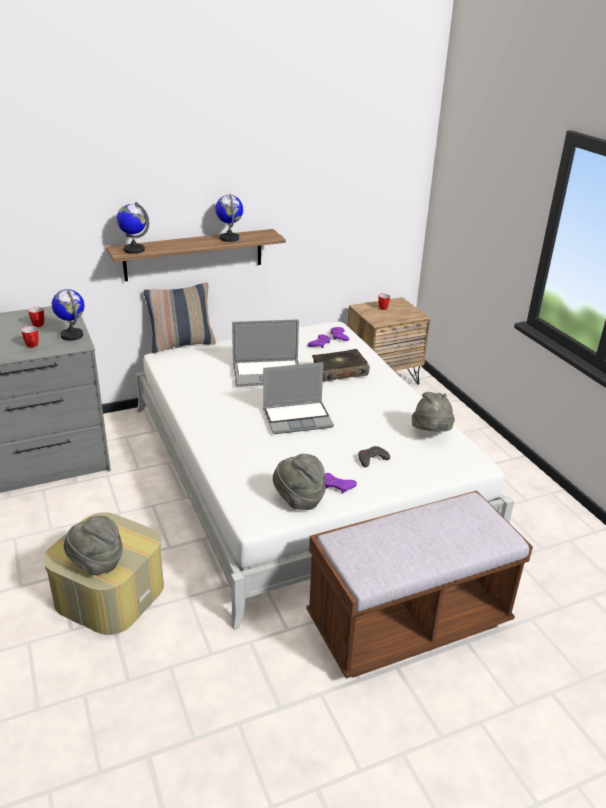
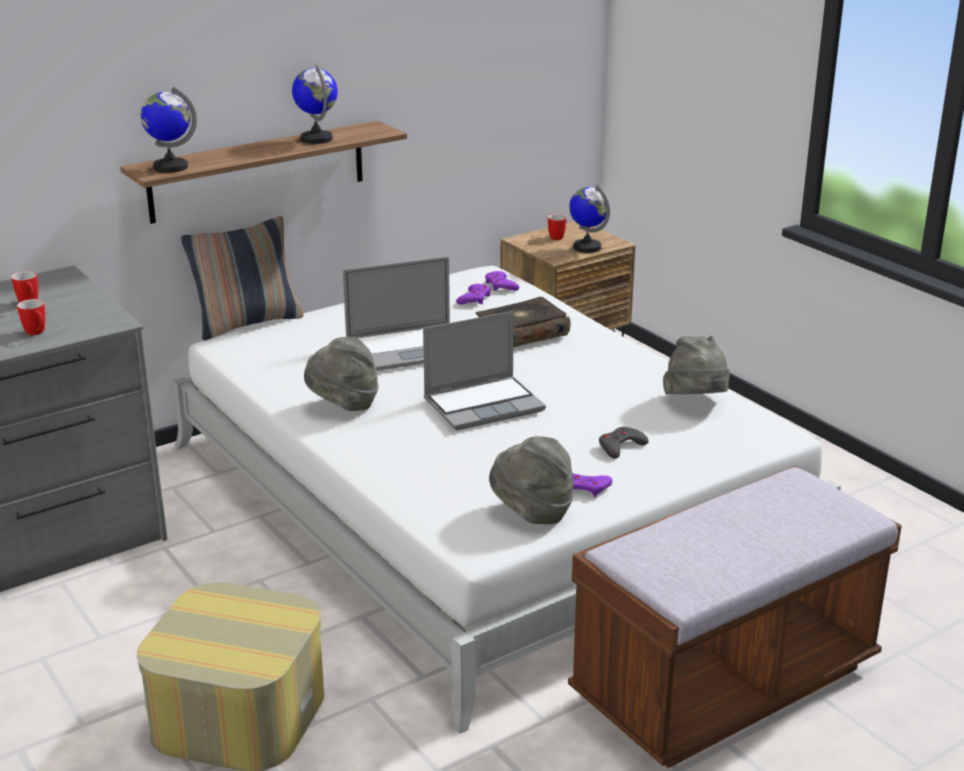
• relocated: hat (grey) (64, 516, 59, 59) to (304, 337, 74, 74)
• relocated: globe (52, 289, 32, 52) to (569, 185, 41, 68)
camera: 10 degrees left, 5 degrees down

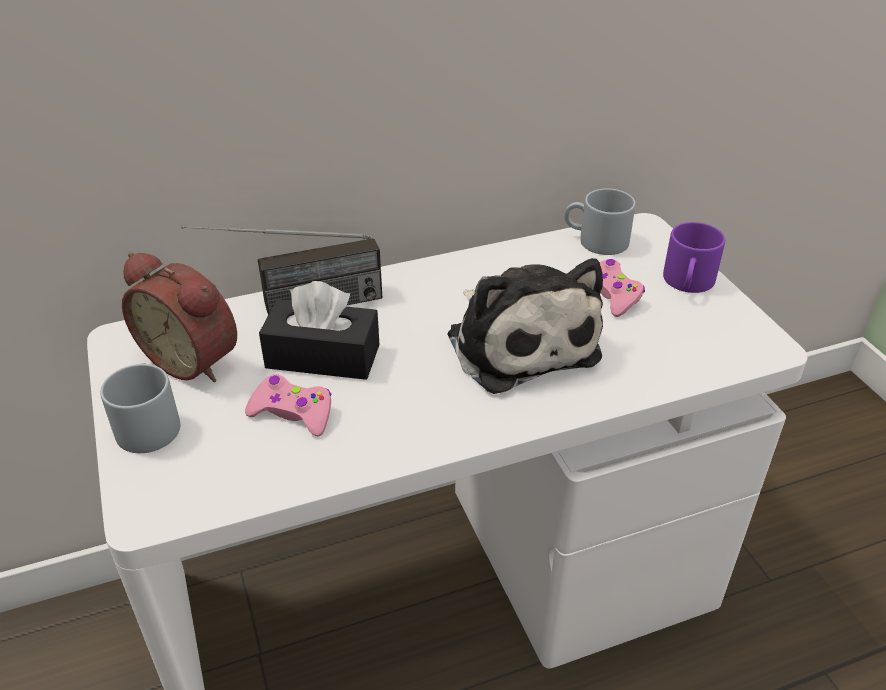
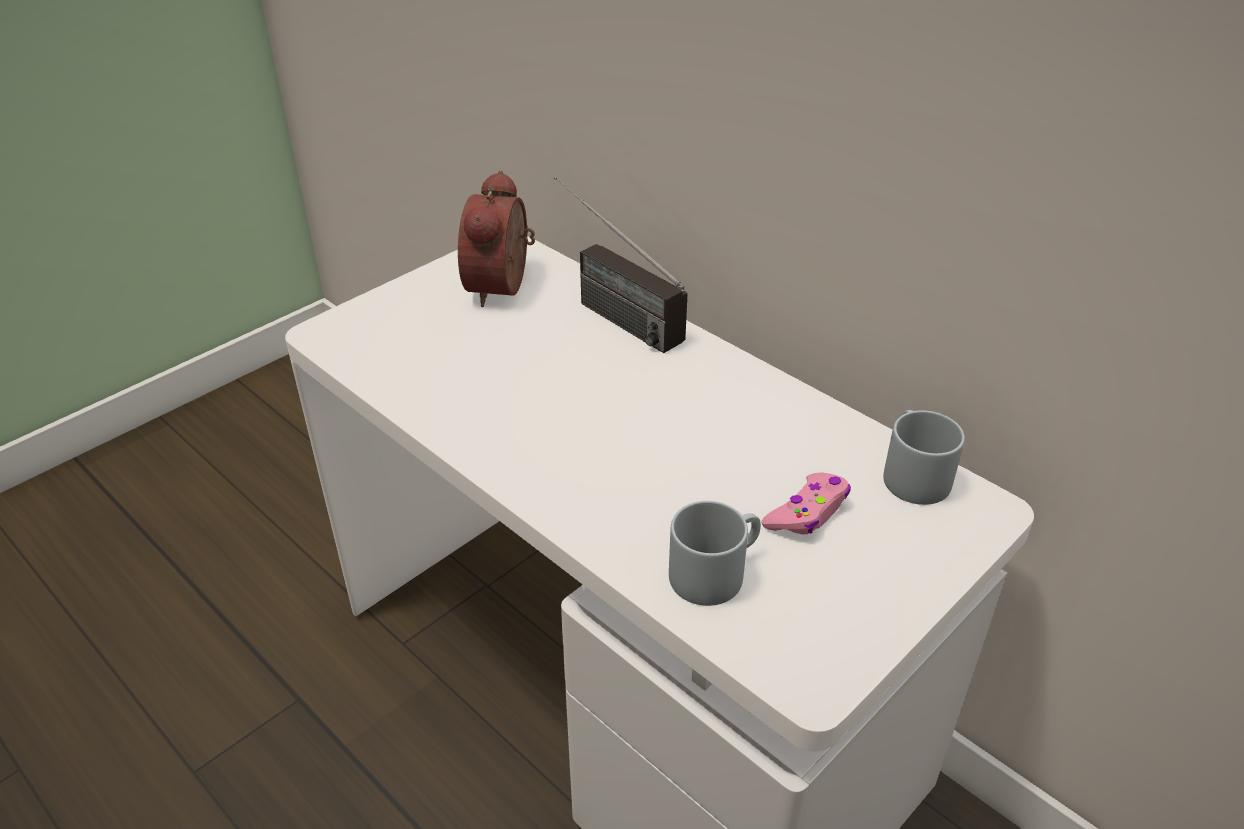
• relocated: mug (grey) (100, 363, 80, 90) to (669, 501, 92, 105)
• missing: game controller (pink) (245, 374, 87, 63)
• missing: tissue box (black) (259, 281, 120, 99)
• missing: plush toy (447, 258, 156, 136)
• missing: mug (purple) (663, 222, 62, 71)
camera: 65 degrees right, 0 degrees up

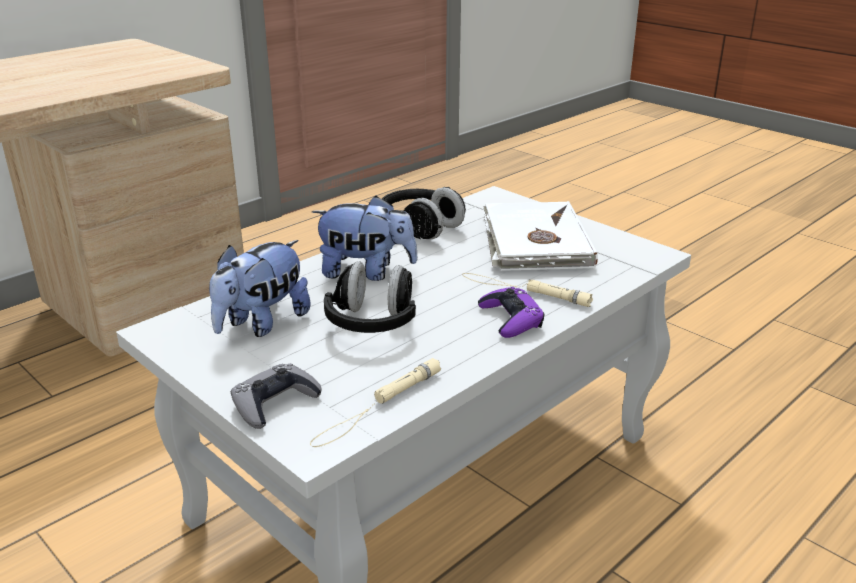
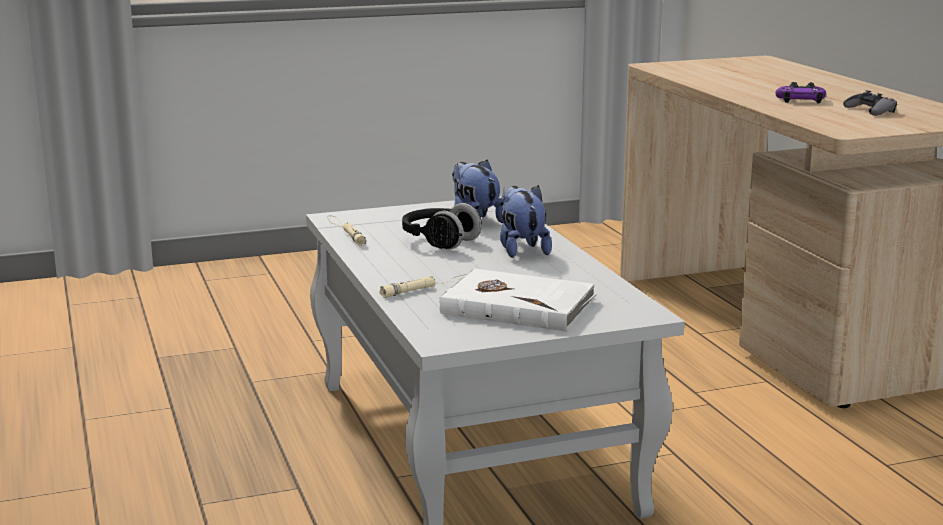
• spun: plush toy (312, 196, 106, 85) = (500, 185, 52, 73) 135 degrees clockwise
• relocated: game controller (purple) (478, 287, 66, 51) to (775, 82, 51, 22)
• relocated: game controller (grey) (231, 364, 91, 65) to (843, 90, 54, 26)
• missing: headphones (black) (382, 187, 84, 52)
camera: 115 degrees right, 10 degrees down

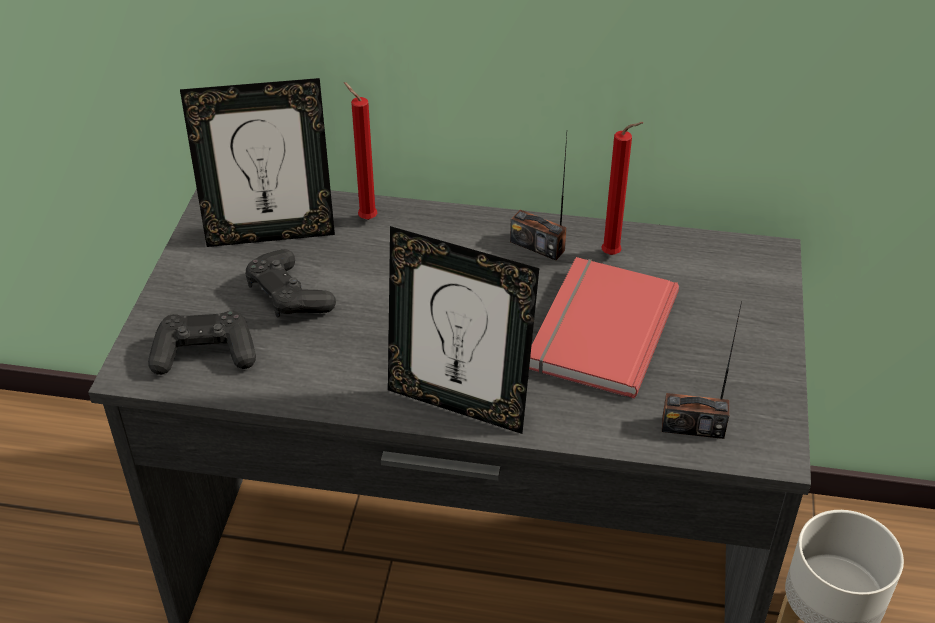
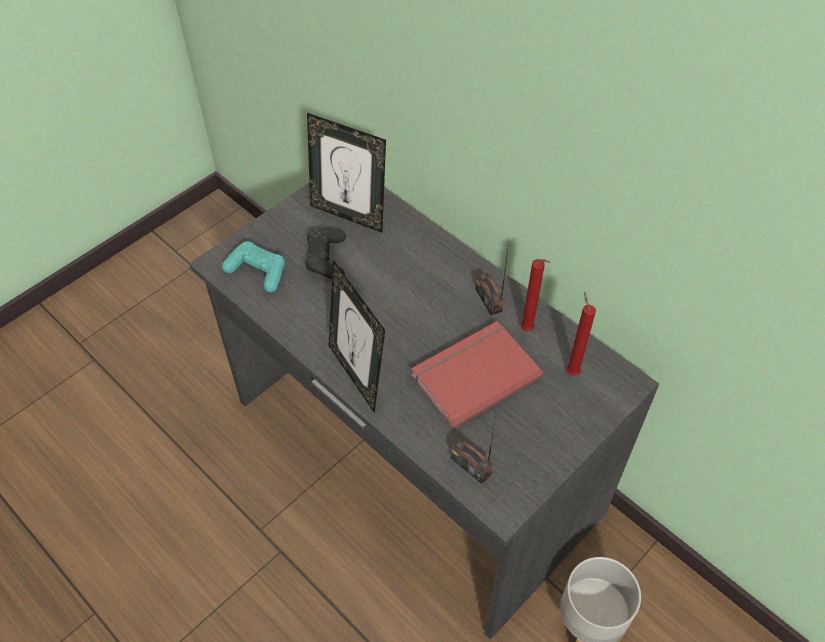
• colour: game controller (black) (148, 311, 108, 64) to game controller (turquoise) (222, 241, 63, 52)
• relocated: candle (red) (344, 82, 34, 138) to (566, 292, 30, 84)
camera: 35 degrees right, 10 degrees up

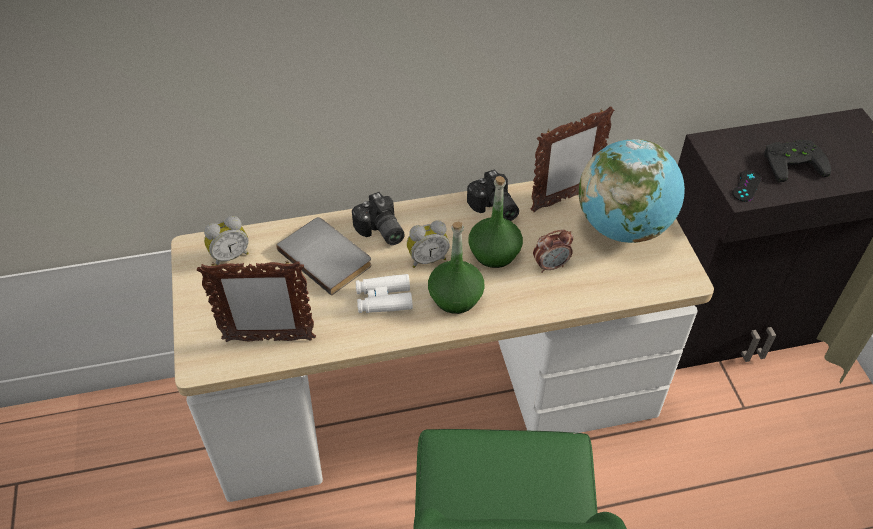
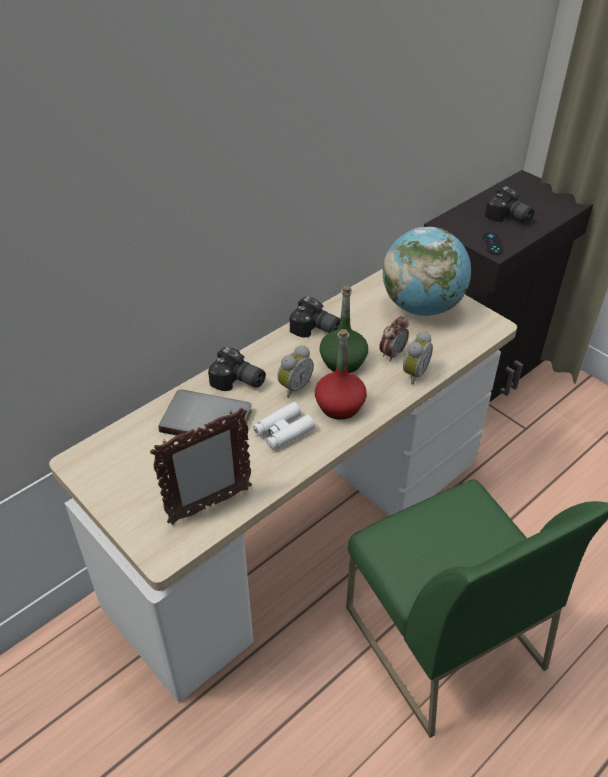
• colour: bottle (green) (428, 222, 57, 92) to bottle (red) (315, 329, 52, 91)
• relocated: alarm clock (204, 216, 45, 49) to (403, 331, 30, 54)
• exchanged: game controller (black) (765, 140, 66, 42) to photo camera (485, 186, 49, 37)
• missing: picture frame (530, 107, 84, 105)
camera: 30 degrees left, 5 degrees down

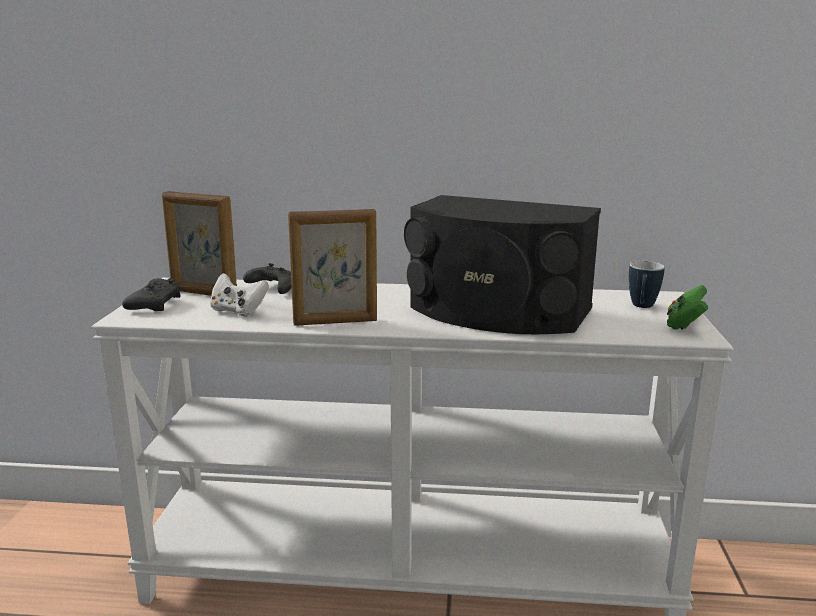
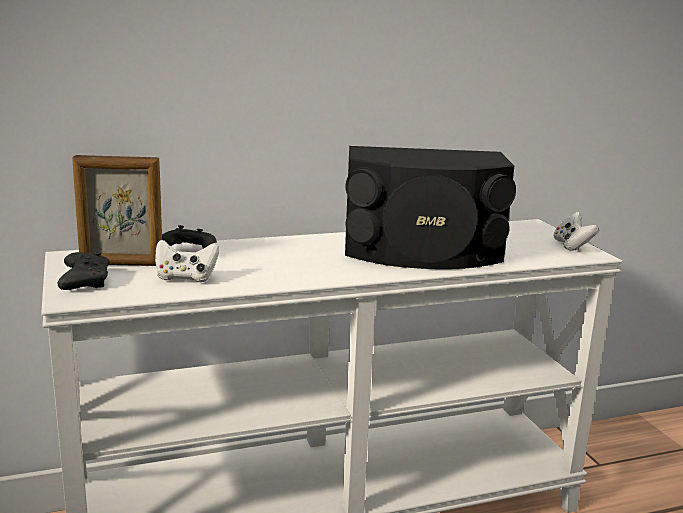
• colour: game controller (green) (667, 285, 41, 45) to game controller (white) (554, 212, 45, 39)
• missing: picture frame (288, 209, 89, 117)
• missing: mug (629, 261, 36, 47)
camera: 25 degrees left, 0 degrees up

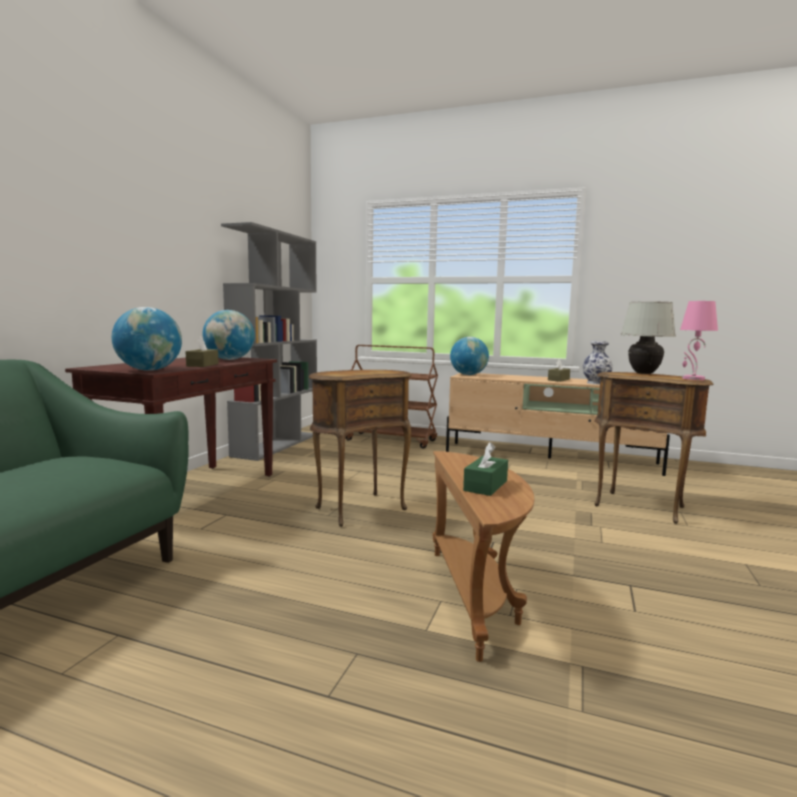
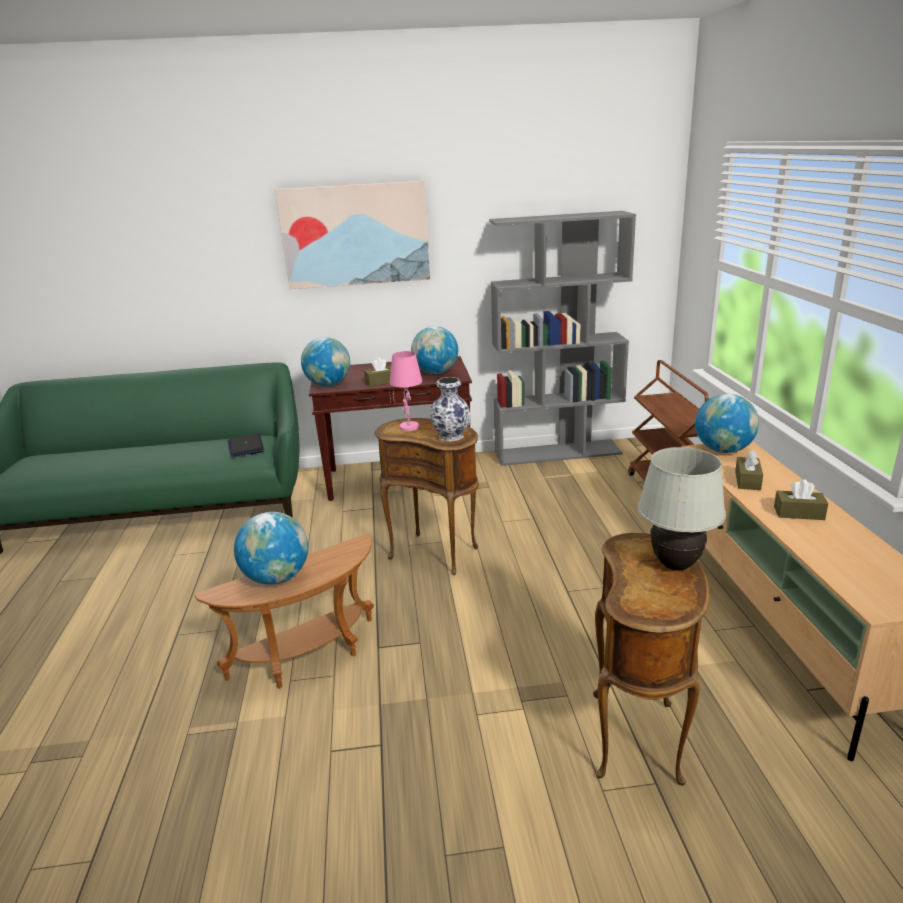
• appeared: laptop (228, 433, 36, 24)
• exchanged: tissue box (green) (463, 442, 45, 54) to globe (234, 512, 74, 73)
• appeared: picture (275, 181, 155, 108)
• relocated: table lamp (pink) (680, 301, 38, 79) to (390, 351, 32, 80)
• relocated: vase (583, 341, 30, 44) to (430, 377, 41, 65)
• appeared: tissue box (brown) (735, 450, 28, 40)
camera: 65 degrees right, 15 degrees up

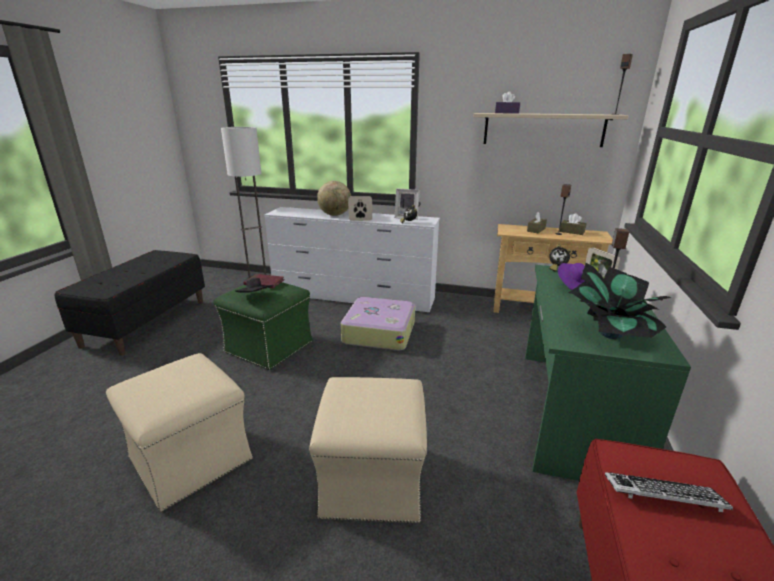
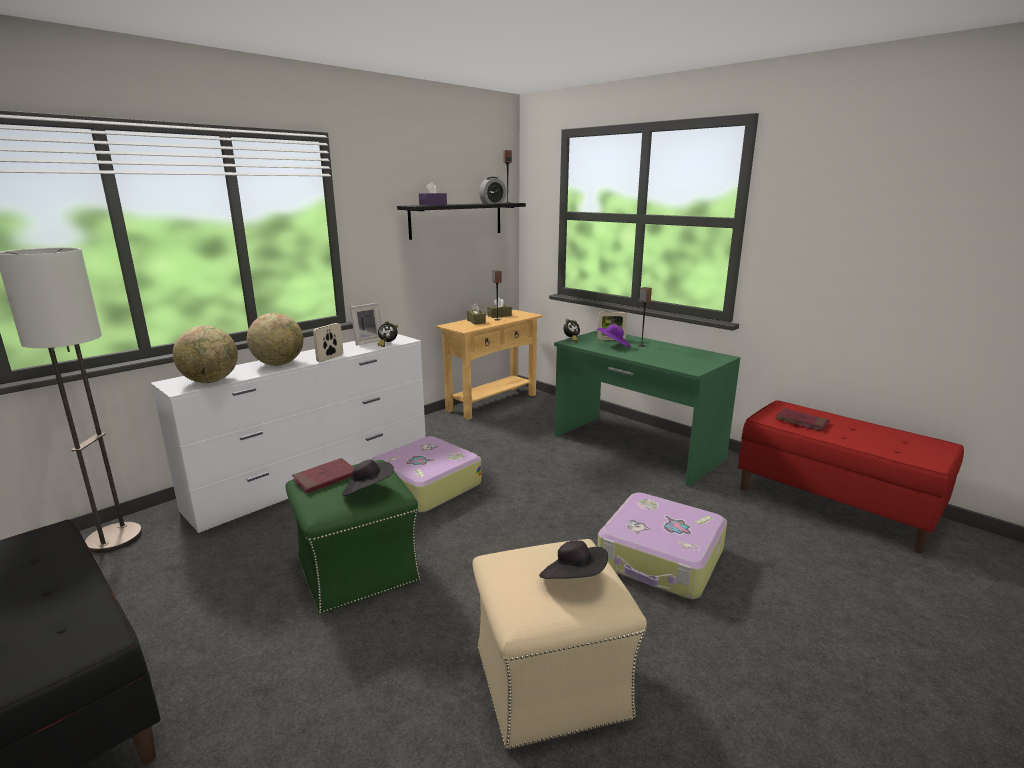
• appeared: globe (173, 325, 65, 58)
• colour: shelf (beige) (473, 113, 155, 34) to shelf (black) (397, 203, 129, 37)
• appeared: alarm clock (479, 177, 27, 27)
• appeared: hat (black) (539, 540, 69, 39)
• exchanged: ottoman (beige) (309, 377, 118, 146) to suitcase (597, 493, 130, 106)
• exchanged: keyboard (605, 472, 128, 40) to book (red) (775, 408, 54, 23)
• missing: potted plant (568, 263, 104, 77)
camera: 60 degrees left, 5 degrees down

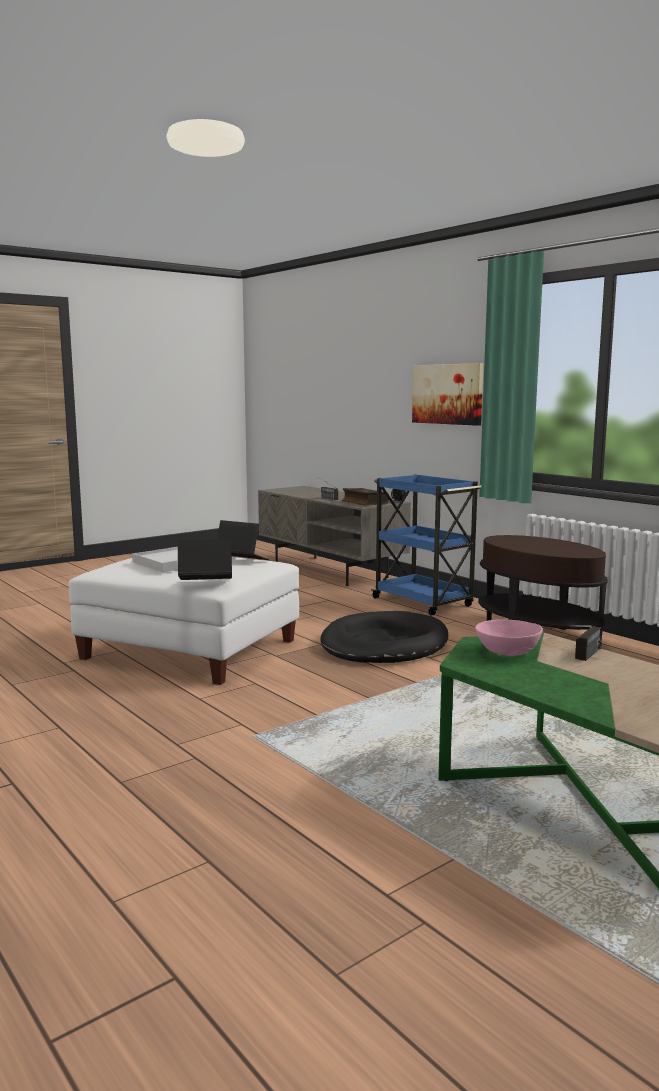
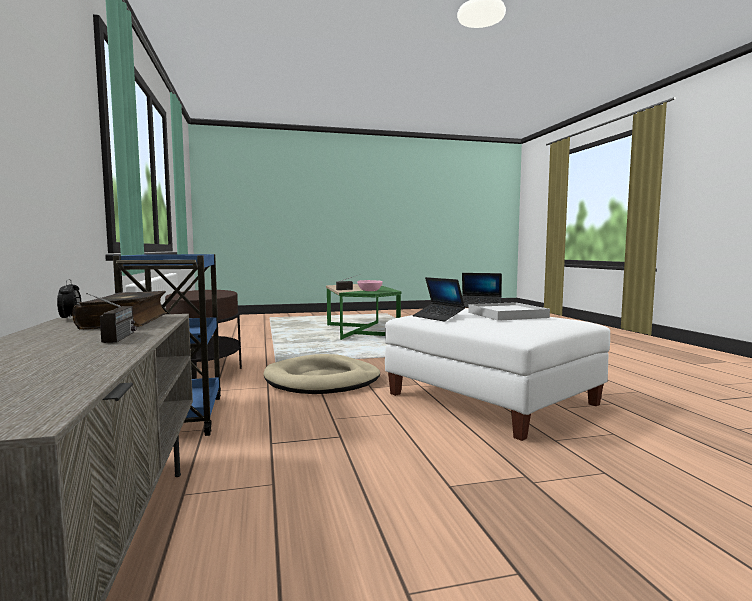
• colour: dog bed (black) (320, 611, 128, 52) to dog bed (beige) (264, 354, 116, 40)
• missing: picture (412, 363, 71, 63)
camera: 155 degrees left, 5 degrees down

